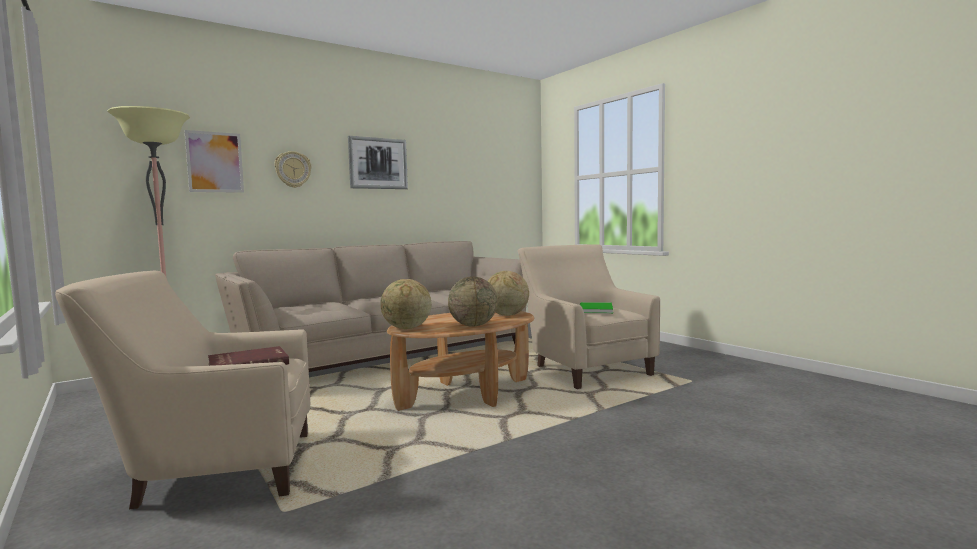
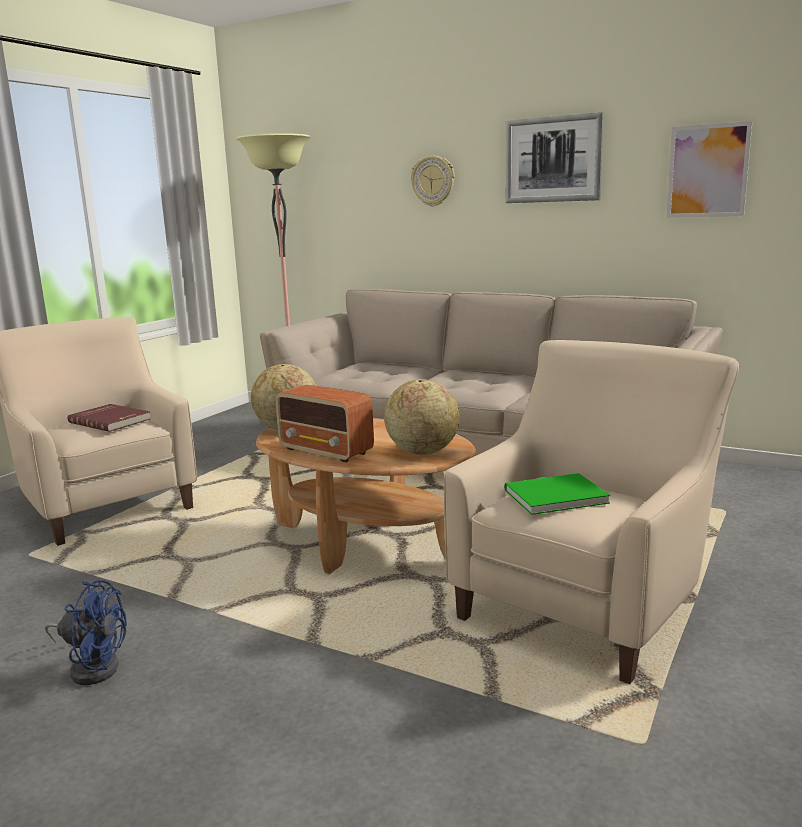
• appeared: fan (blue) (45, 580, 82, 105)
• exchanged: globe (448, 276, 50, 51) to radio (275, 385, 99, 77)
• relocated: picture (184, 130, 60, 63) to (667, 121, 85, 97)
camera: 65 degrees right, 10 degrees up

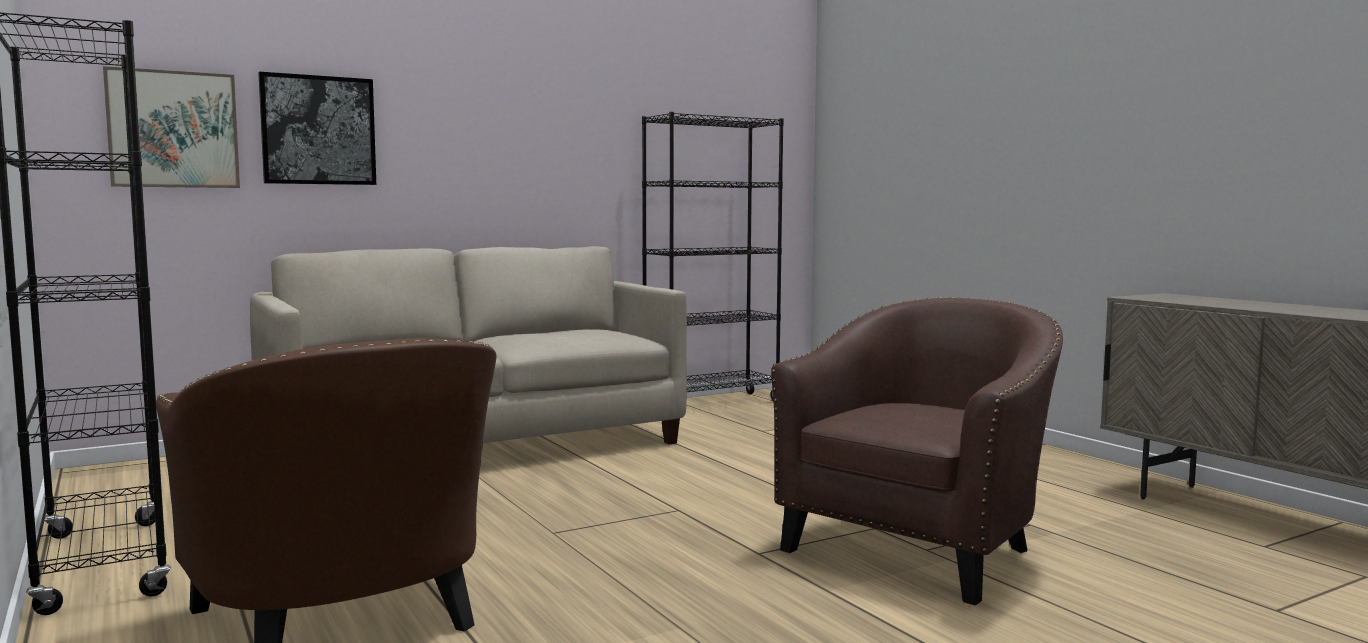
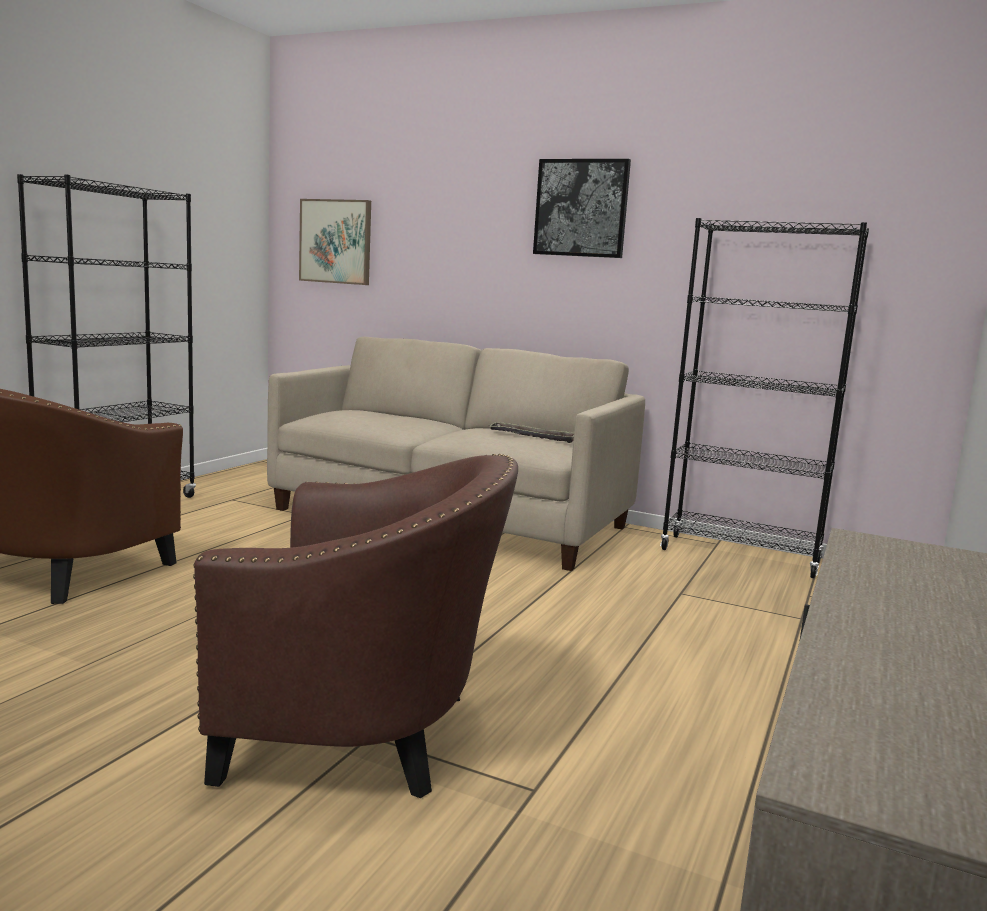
• appeared: tray (490, 422, 84, 21)
• relocated: picture (258, 72, 118, 113) to (533, 159, 98, 99)
camera: 55 degrees right, 5 degrees up

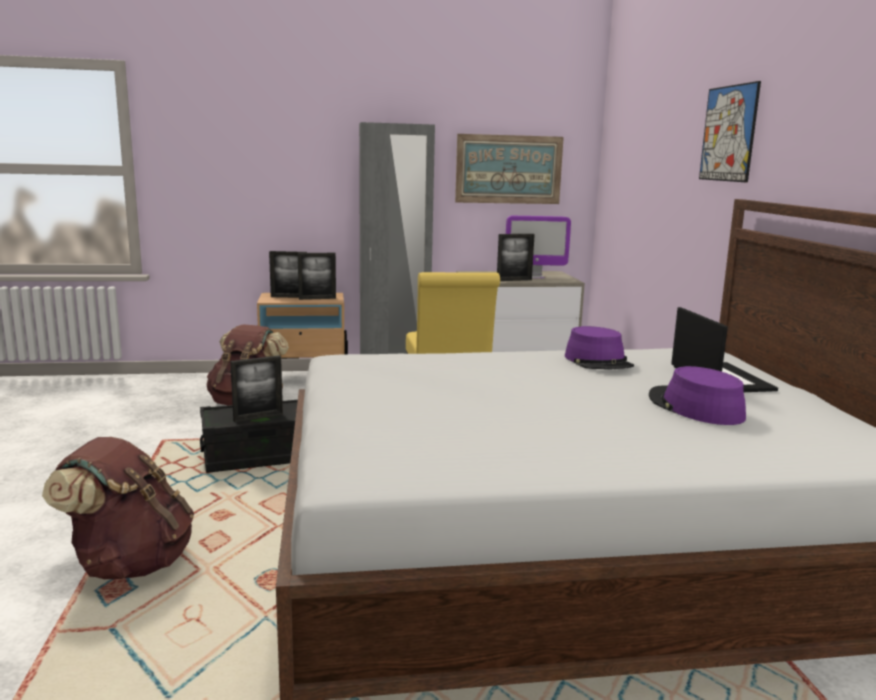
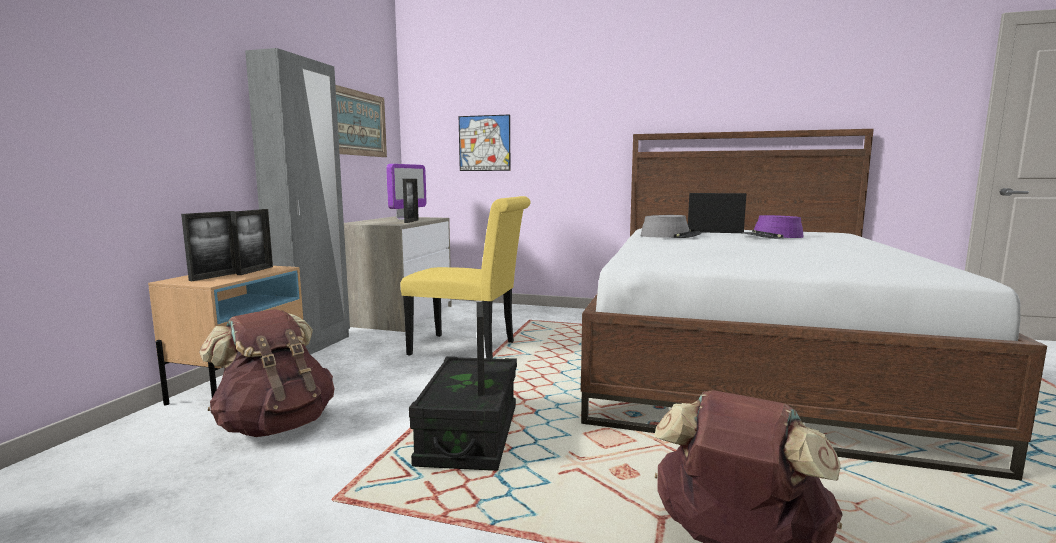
• relocated: picture (699, 81, 62, 102) to (459, 114, 51, 57)
• colour: hat (purple) (565, 326, 69, 43) to hat (grey) (641, 215, 60, 23)
camera: 65 degrees left, 5 degrees down

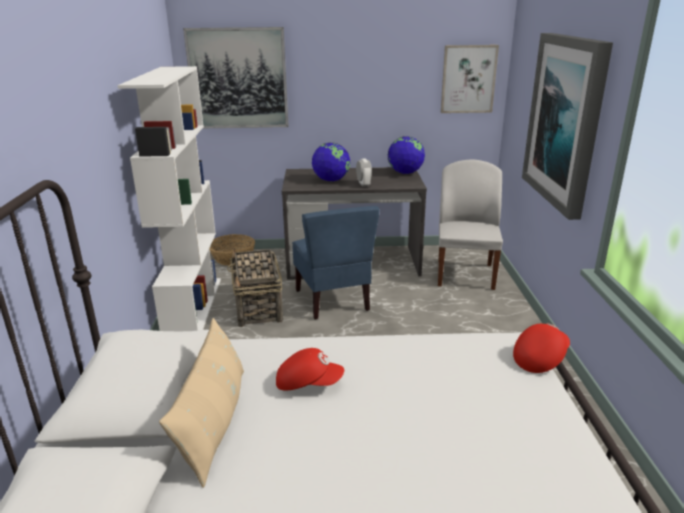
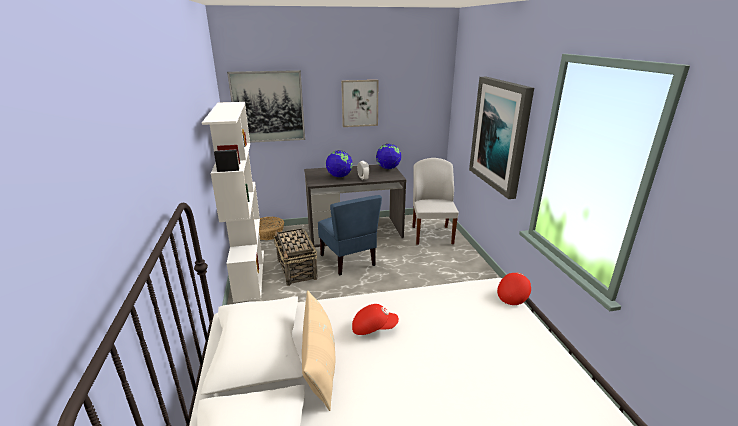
• relocated: picture (441, 45, 58, 68) to (341, 80, 37, 47)
camera: 10 degrees left, 0 degrees up

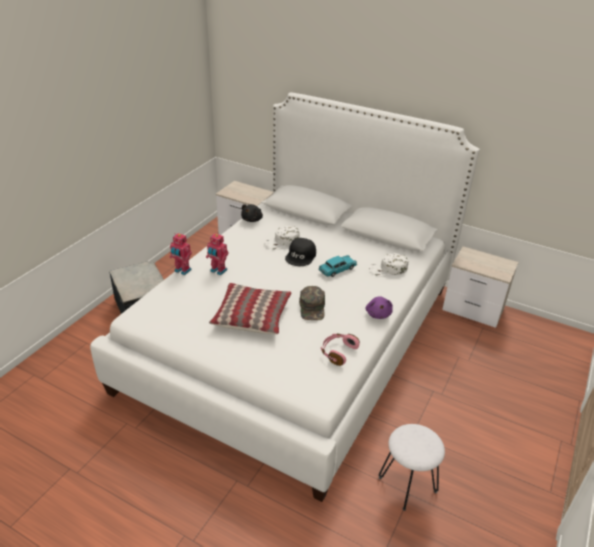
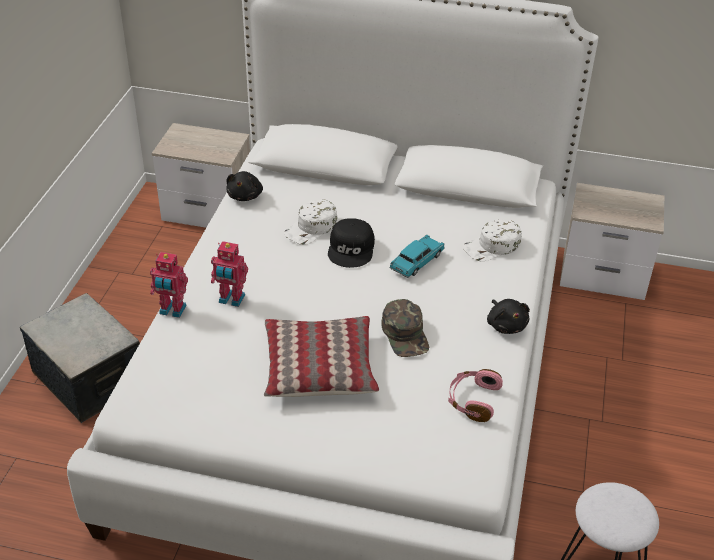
• colour: plush toy (purple) (366, 296, 27, 23) to plush toy (black) (487, 299, 43, 35)
camera: 15 degrees left, 5 degrees up

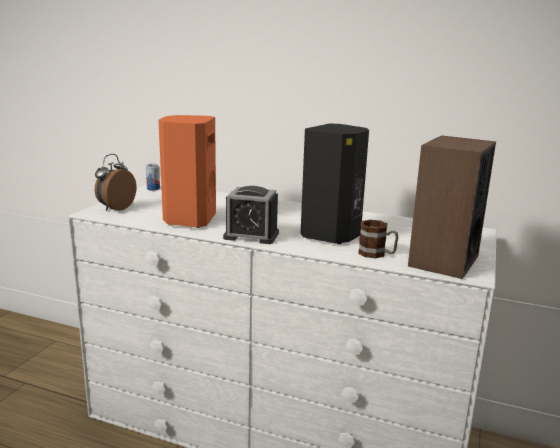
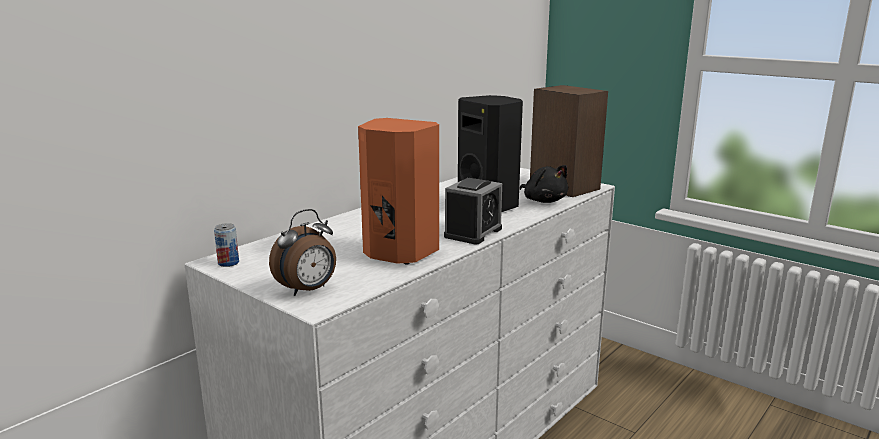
• spun: alarm clock (95, 154, 42, 57) = (269, 209, 67, 87) 90 degrees counterclockwise
• exchanged: mug (358, 220, 41, 38) to plush toy (black) (519, 165, 49, 38)
camera: 70 degrees left, 0 degrees up

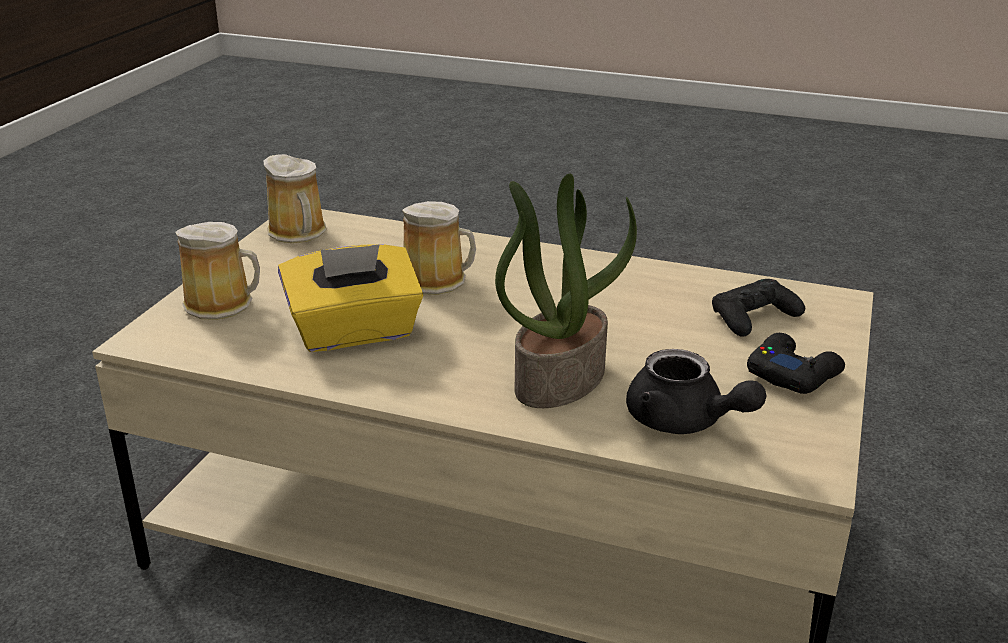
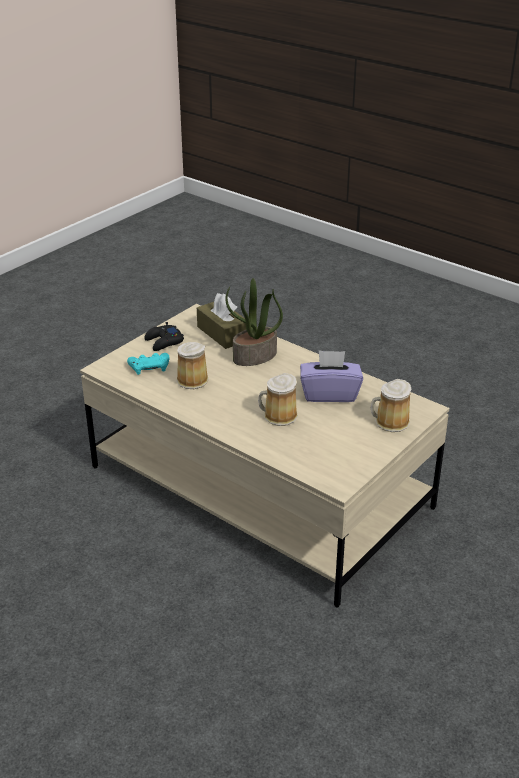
• colour: game controller (black) (712, 279, 93, 57) to game controller (turquoise) (127, 353, 43, 22)
• relocated: mug (263, 154, 63, 89) to (176, 342, 33, 47)
• exchanged: teapot (black) (626, 349, 141, 85) to tissue box (brown) (197, 293, 50, 56)
• colour: tissue box (yellow) (278, 244, 146, 108) to tissue box (purple) (300, 350, 63, 52)
camera: 160 degrees left, 5 degrees up

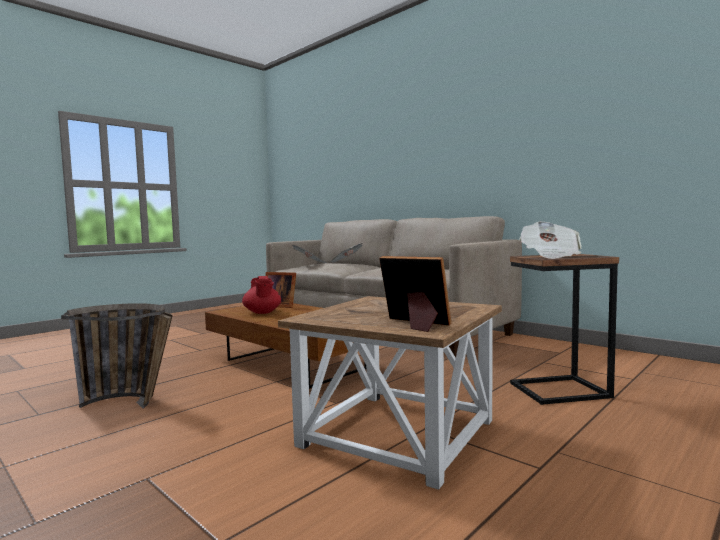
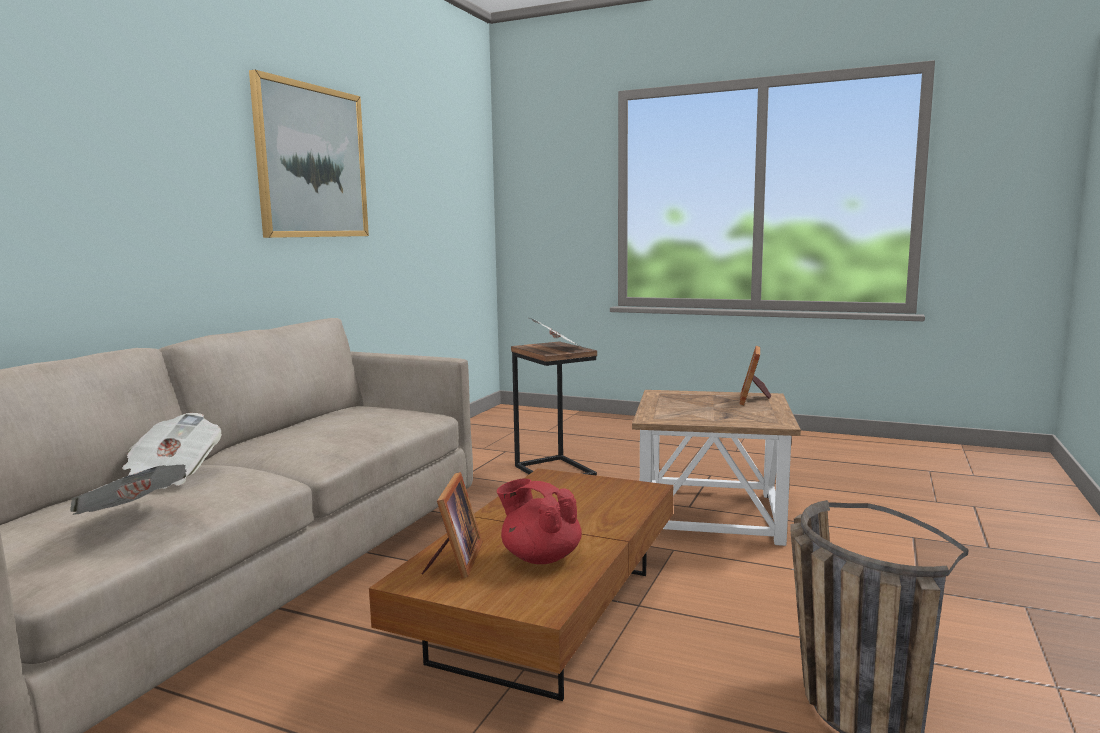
• appeared: picture (249, 70, 120, 168)
• spun: teapot (red) (242, 276, 39, 38) = (497, 479, 85, 85) 105 degrees counterclockwise
camera: 110 degrees left, 5 degrees up

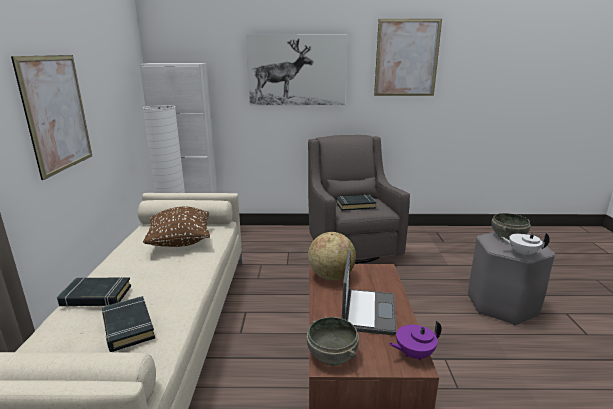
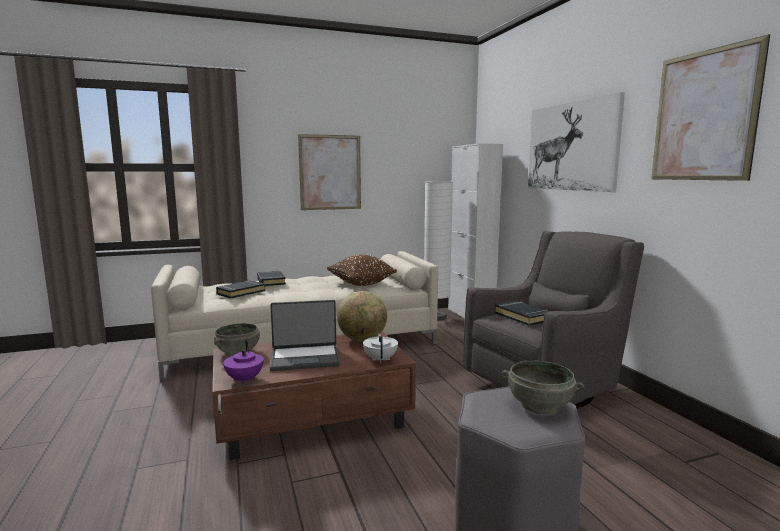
• spun: teapot (purple) (389, 321, 53, 39) = (223, 340, 41, 44) 150 degrees counterclockwise
• relocated: teapot (white) (501, 232, 49, 25) to (363, 334, 35, 28)
camera: 70 degrees right, 10 degrees down

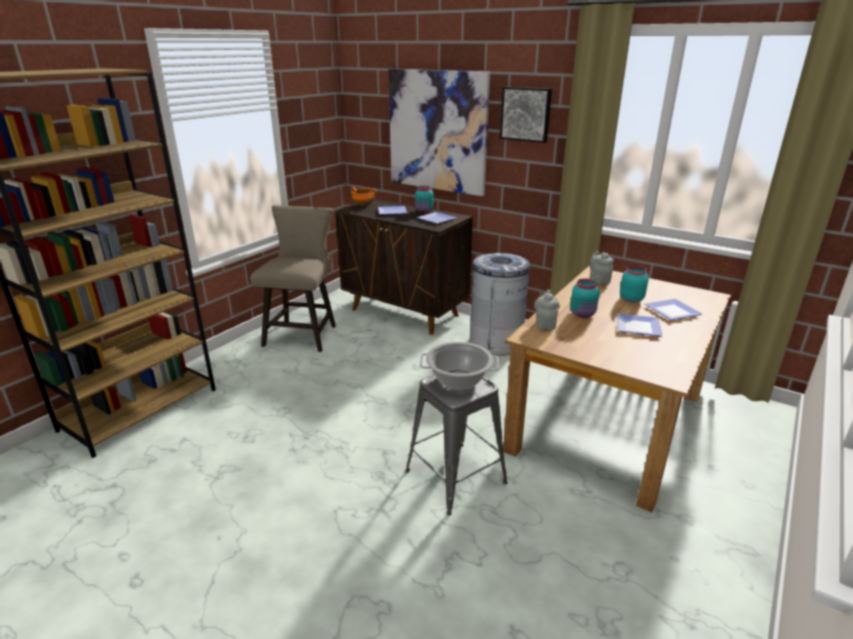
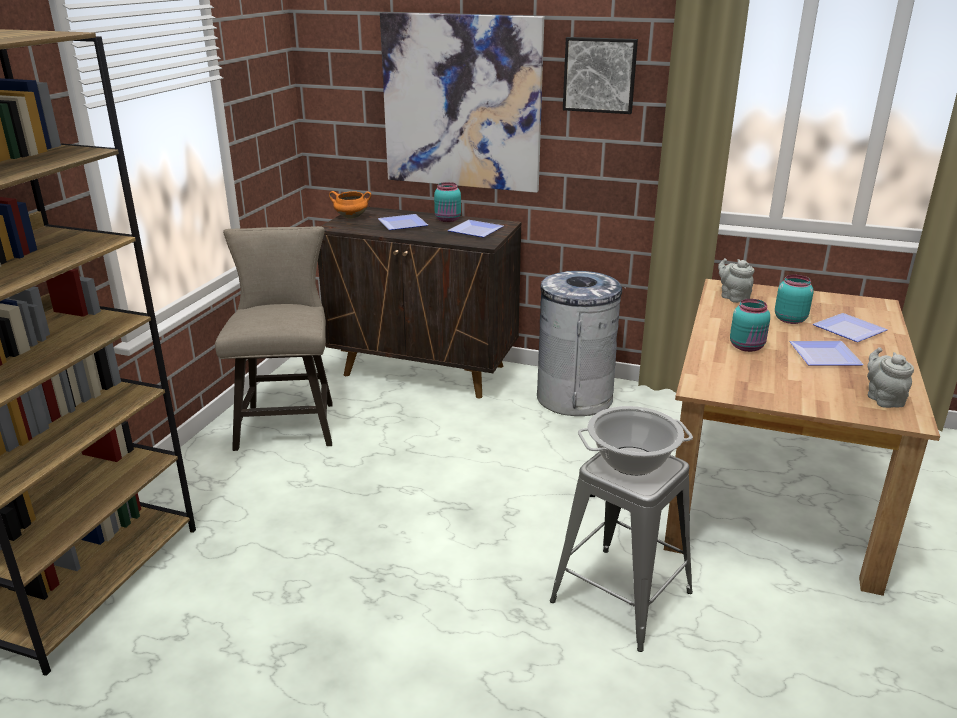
• relocated: teapot (grey) (534, 289, 26, 41) to (867, 347, 47, 61)
camera: 15 degrees left, 0 degrees up

